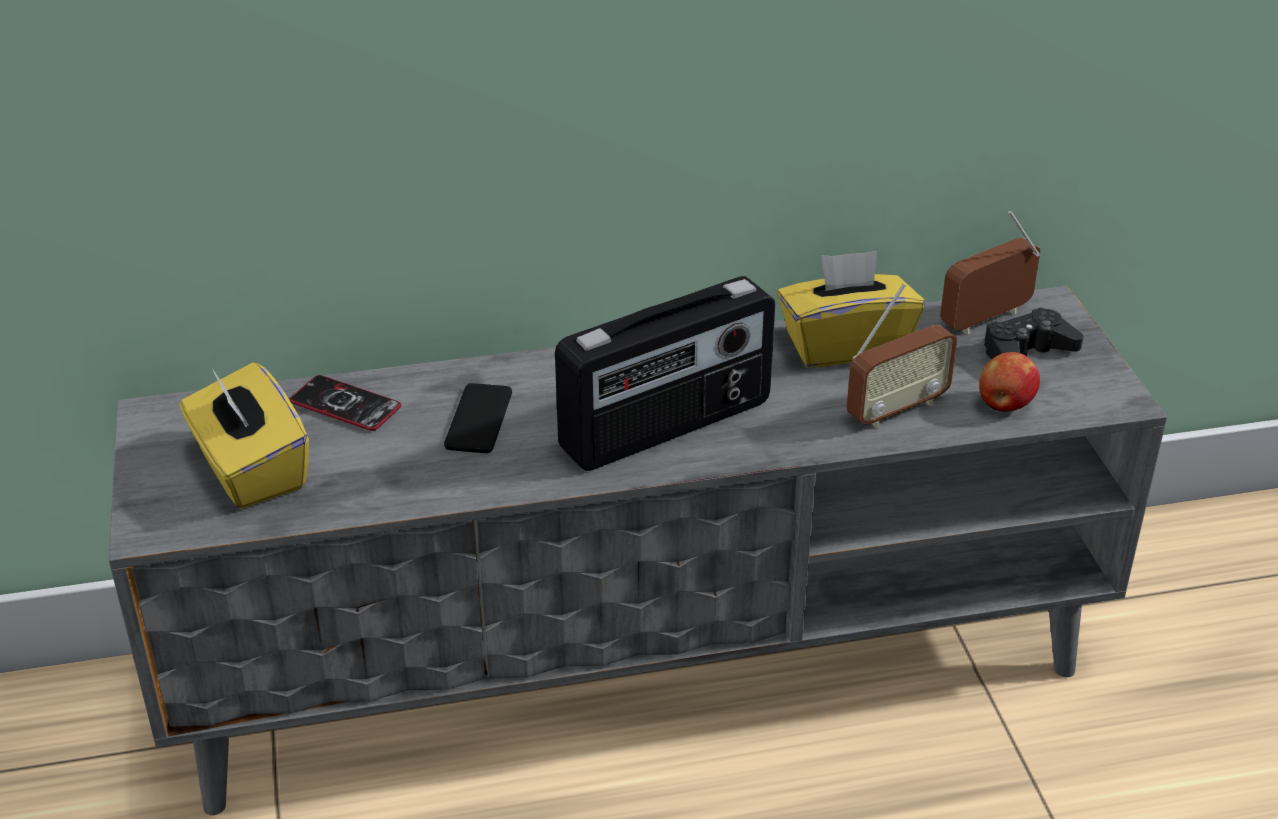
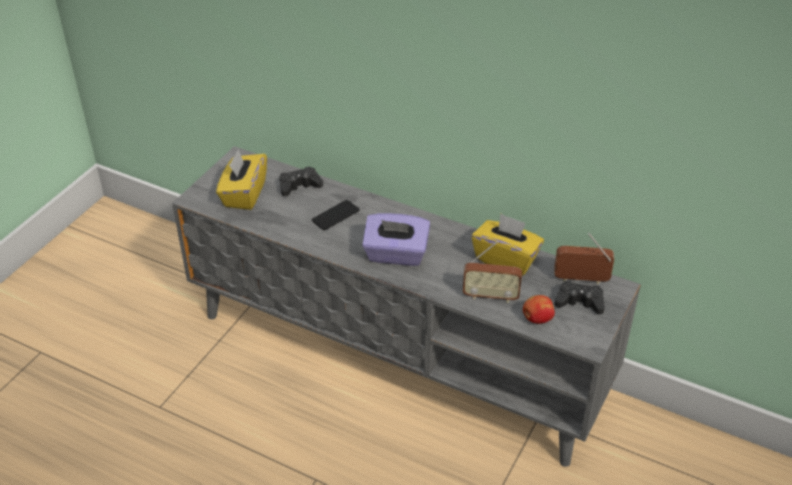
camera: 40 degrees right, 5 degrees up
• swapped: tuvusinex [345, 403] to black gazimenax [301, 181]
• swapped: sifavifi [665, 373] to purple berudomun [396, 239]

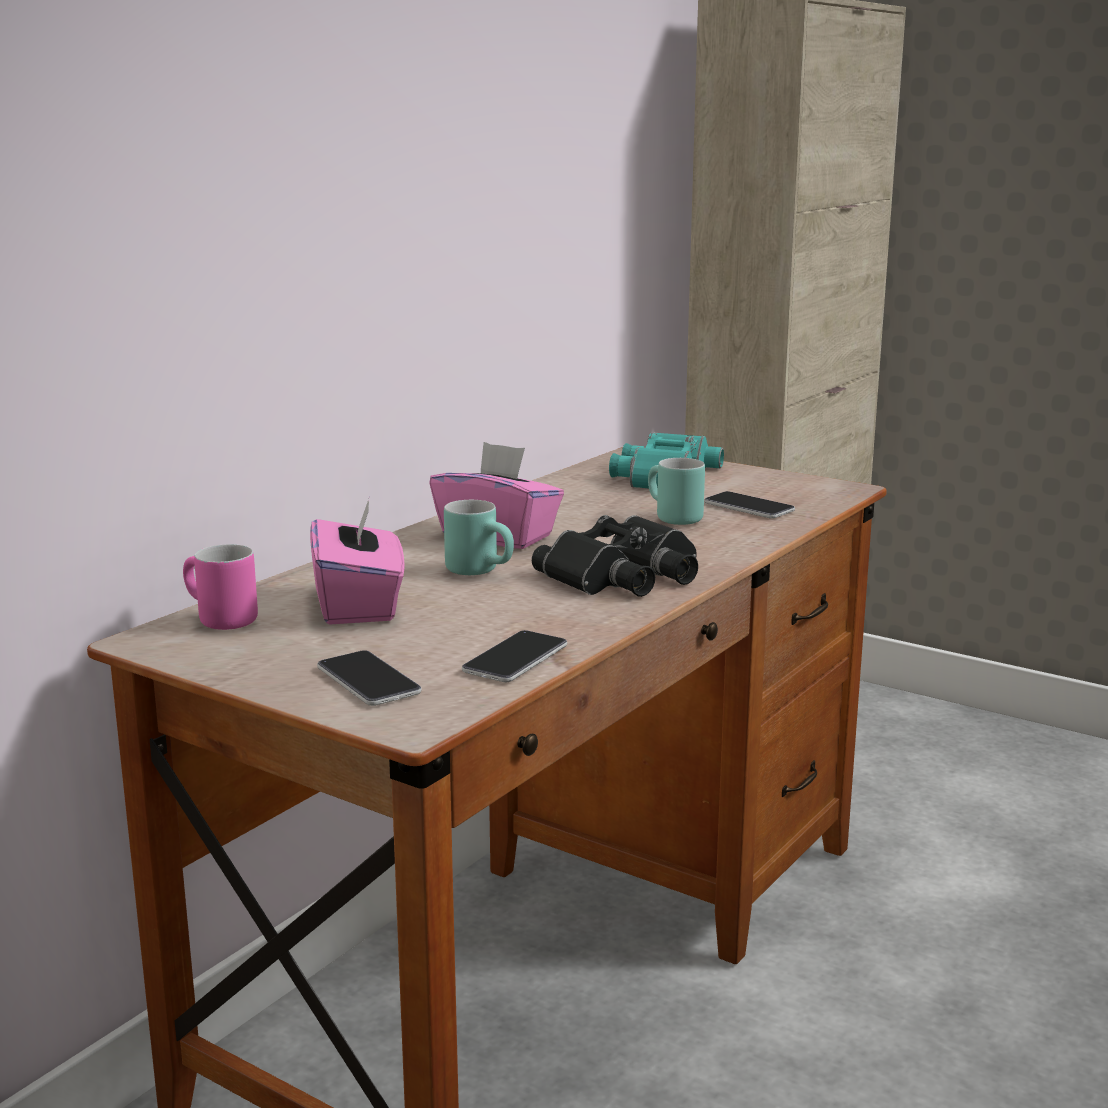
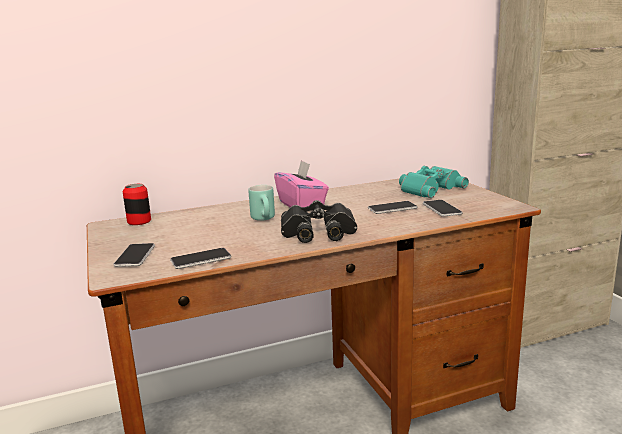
camera: 35 degrees right, 0 degrees up
• gone: pink berudomun [357, 560]
• swapped: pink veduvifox [220, 587] to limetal [136, 204]
• swapped: turquoise veduvifox [676, 491] to tuvusinex [392, 207]

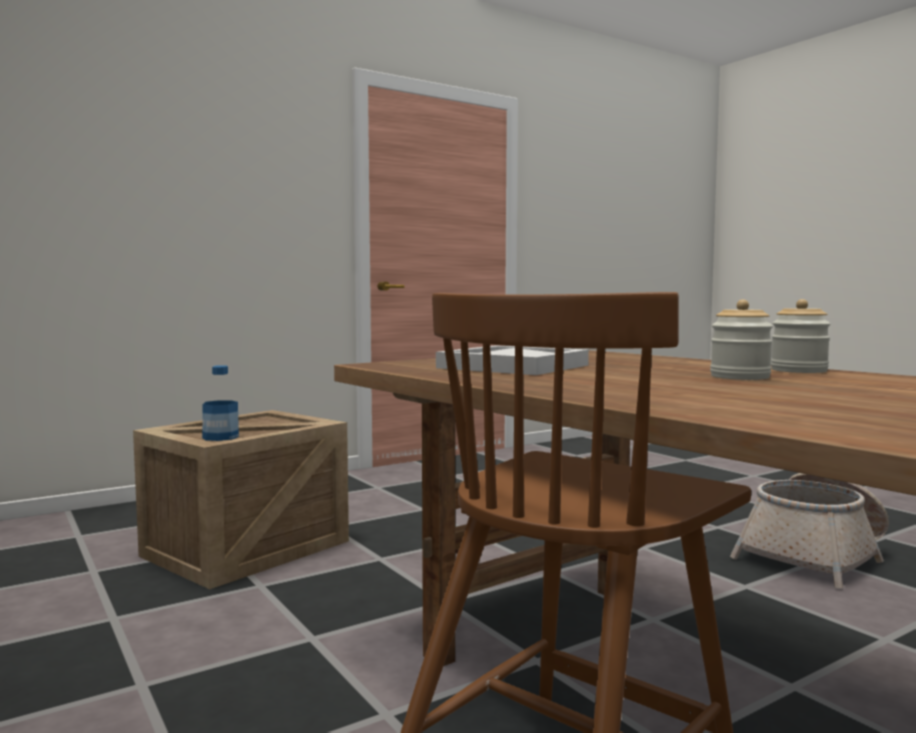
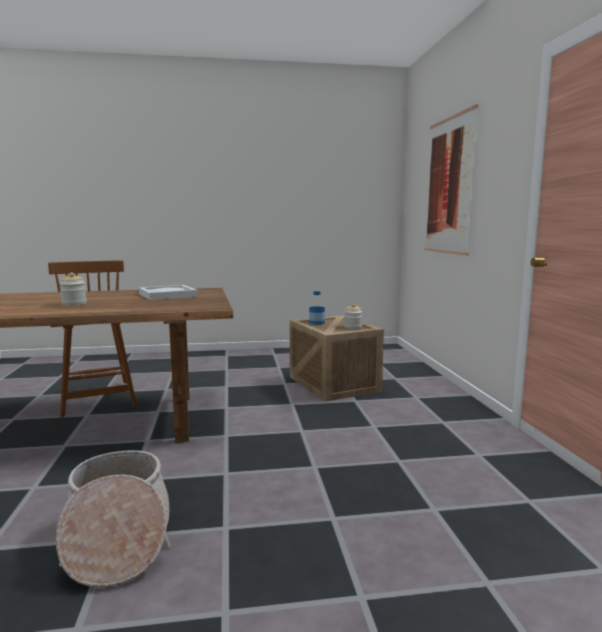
camera: 115 degrees right, 5 degrees up
• new: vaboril [451, 180]
• shifted: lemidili [801, 336] to [353, 316]

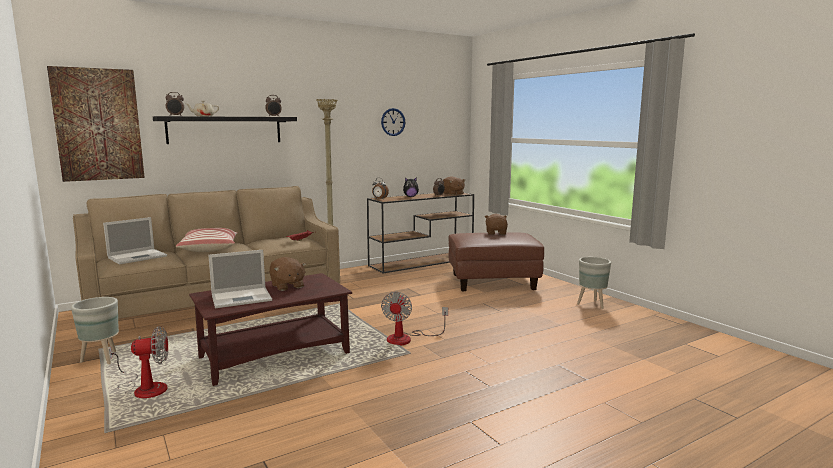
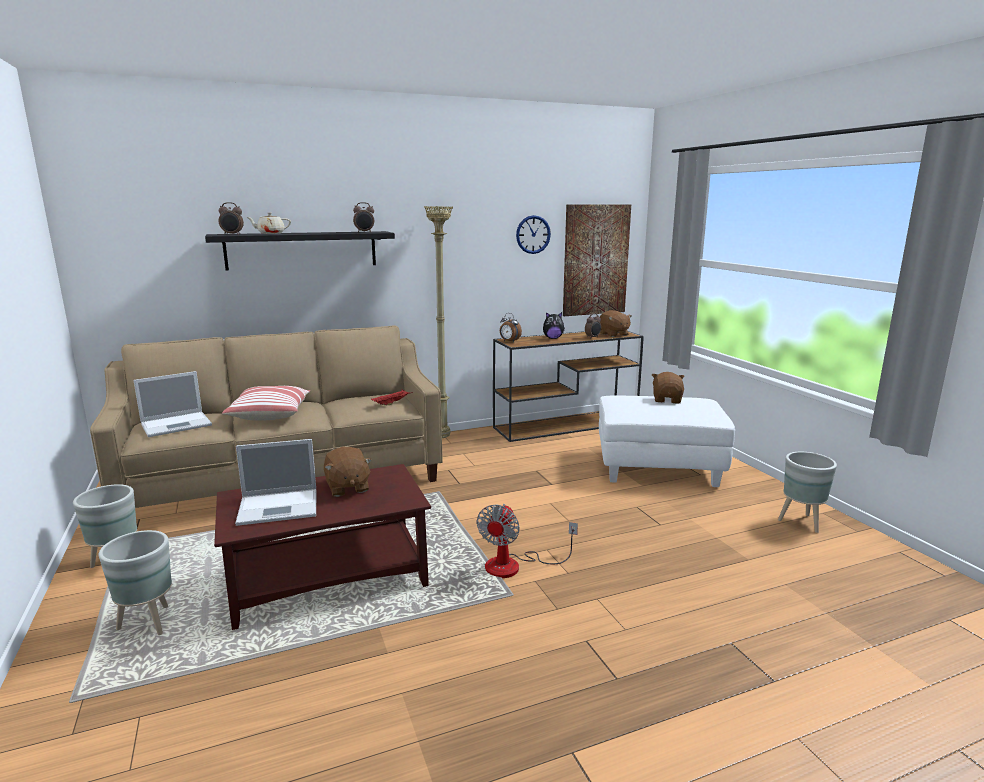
camera: 10 degrees right, 5 degrees up
• shifted: vaboril [96, 124] to [597, 260]
• swapped: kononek [138, 362] to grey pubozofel [135, 582]
• repainted: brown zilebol [496, 262] to white zilebol [667, 441]

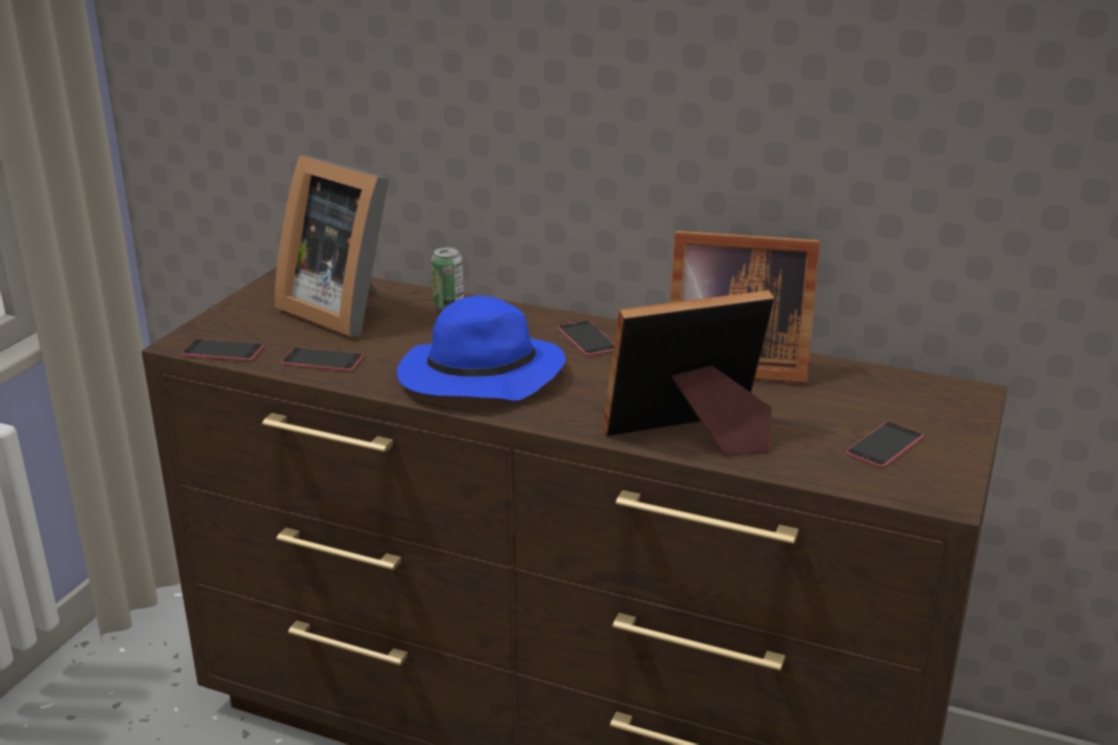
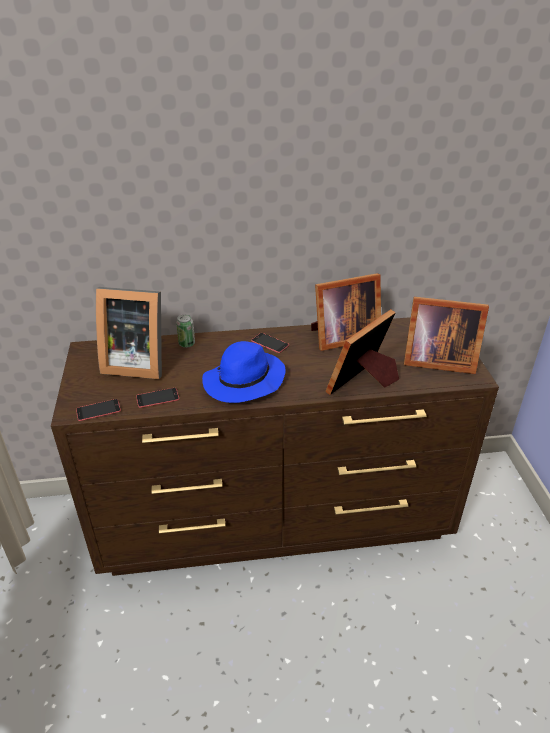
camera: 30 degrees left, 10 degrees up
• swapped: tuvusinex [884, 445] to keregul [446, 335]

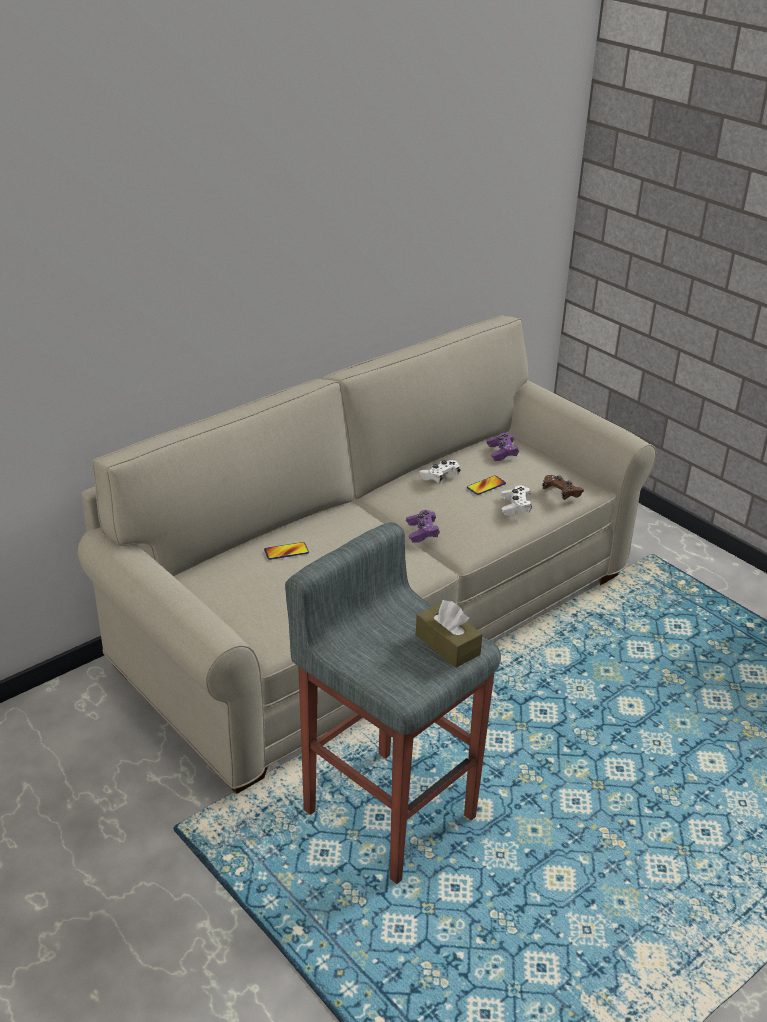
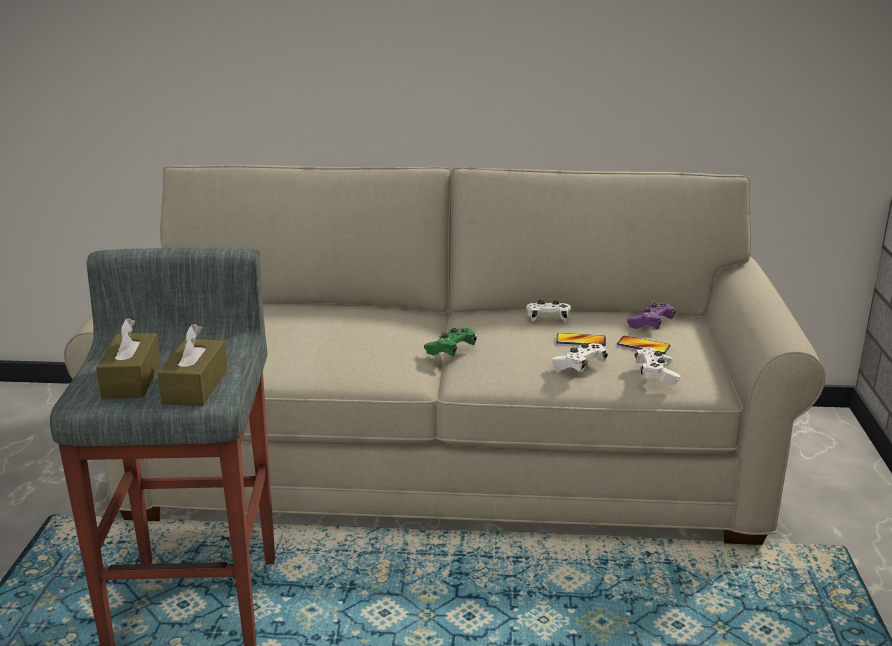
camera: 45 degrees right, 10 degrees down
• new: brown berudomun [128, 358]
• shifted: tuvusinex [286, 551] to [643, 345]
• repainted: purple gazimenax [423, 526] to green gazimenax [450, 342]
• repainted: brown gazimenax [563, 487] to white gazimenax [657, 366]

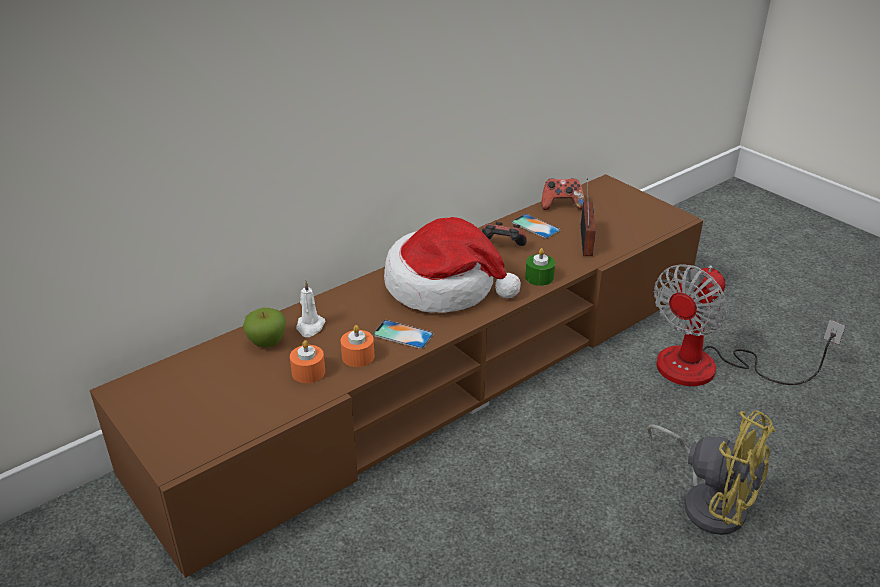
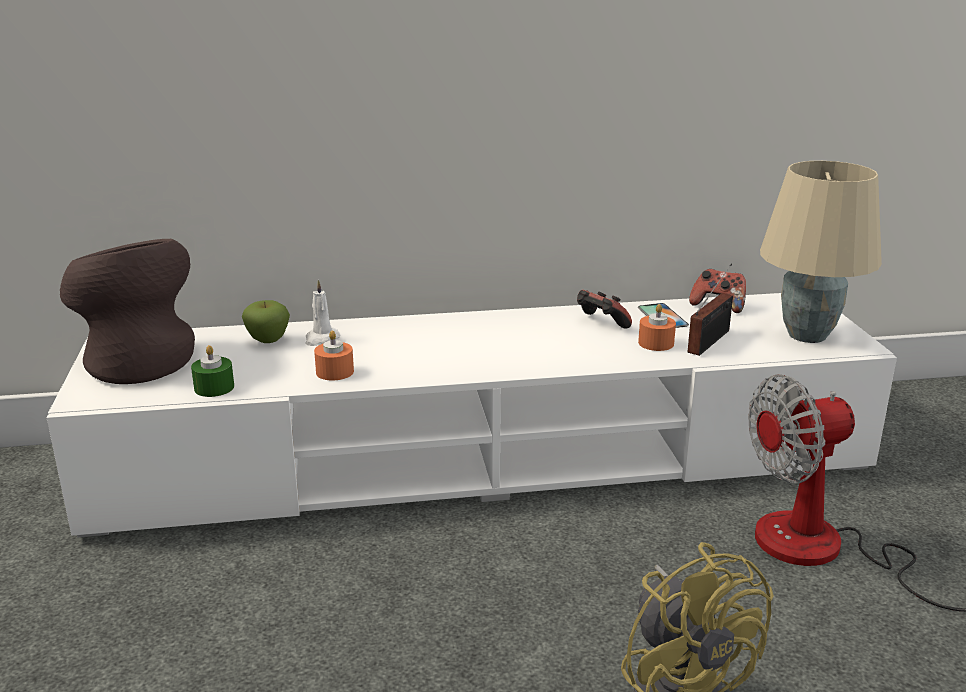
camera: 30 degrees right, 10 degrees down
• gone: tuvusinex [403, 334]
• gone: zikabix [452, 265]
• new: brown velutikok [127, 311]
• new: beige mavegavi [821, 252]
• shifted: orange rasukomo [307, 361] to [657, 327]
• shifted: green rasukomo [540, 267] to [212, 371]
• repainted: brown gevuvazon [396, 376] to white gevuvazon [472, 415]

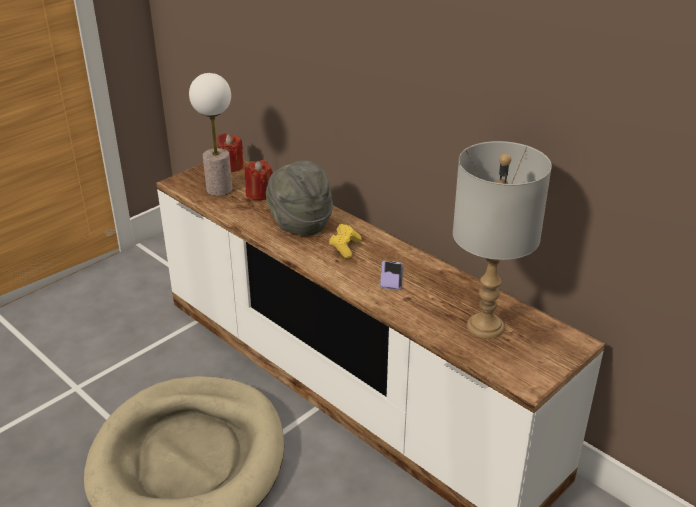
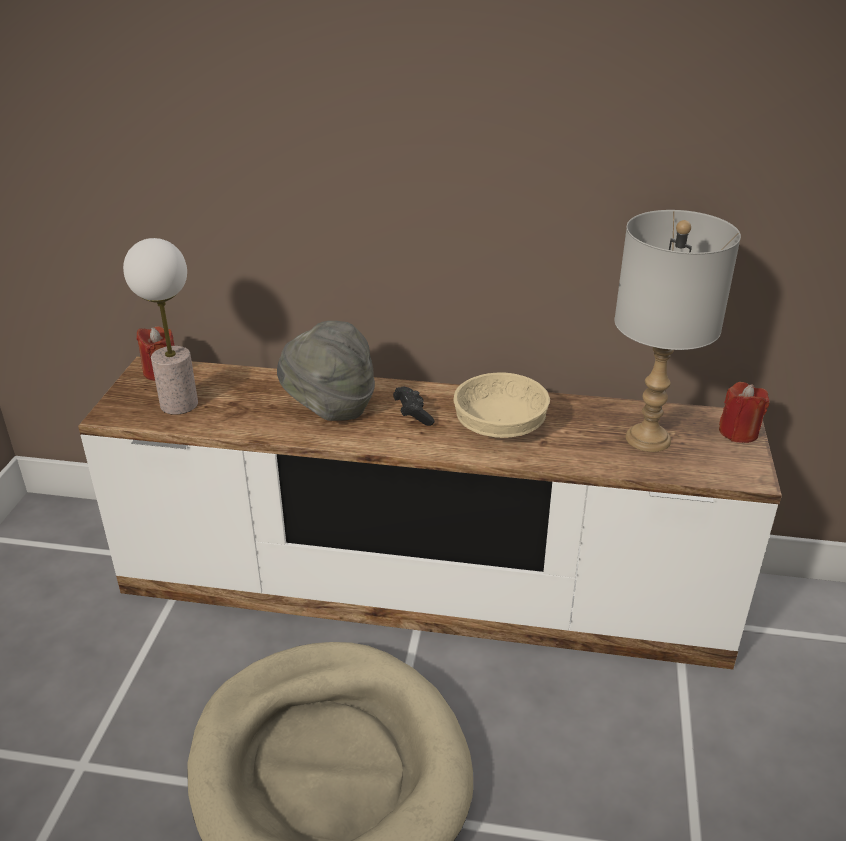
camera: 35 degrees left, 0 degrees up
• shifted: red rasukomo [259, 180] to [744, 412]
• swapped: tuvusinex [391, 275] to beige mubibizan [501, 405]
• repainted: yellow gazimenax [345, 241] to black gazimenax [414, 406]

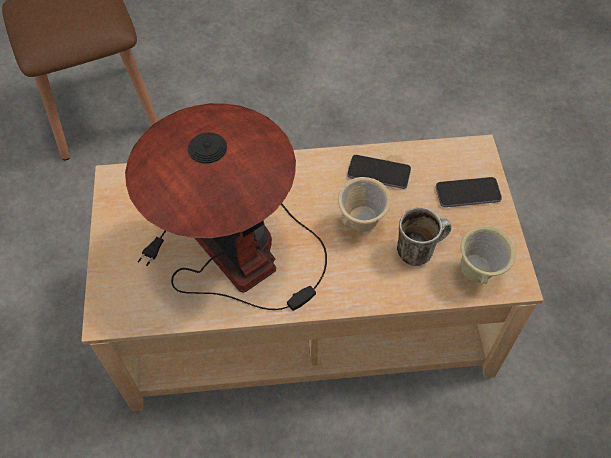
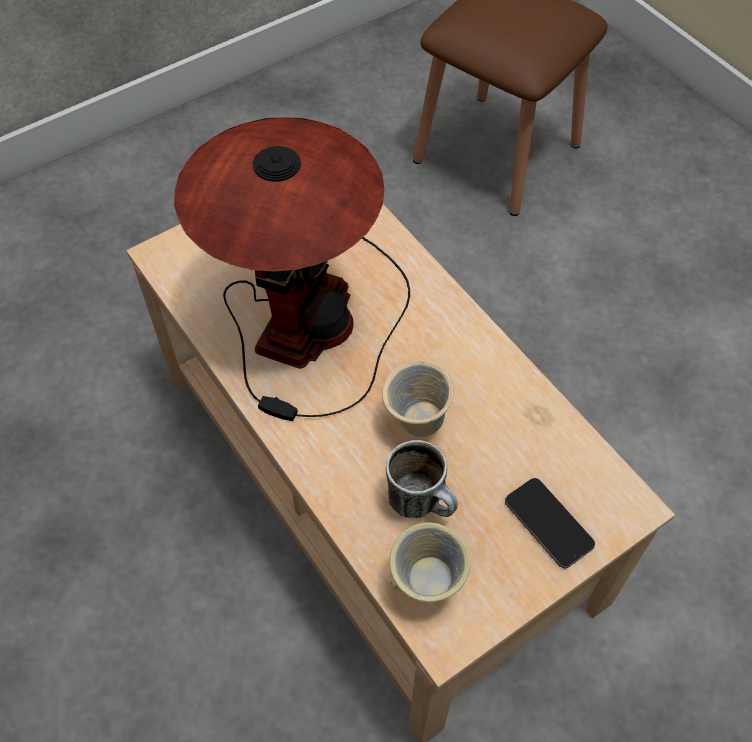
camera: 60 degrees right, 0 degrees up
• gone: tuvusinex [379, 172]

